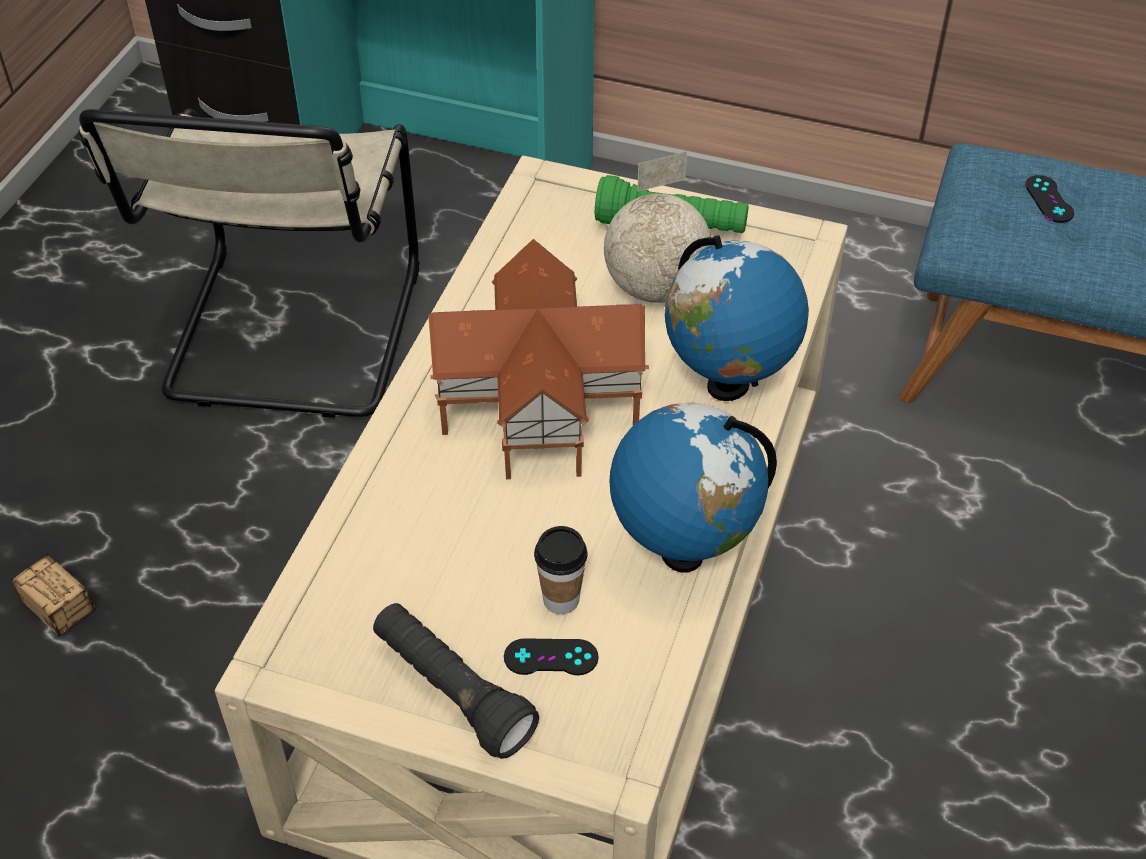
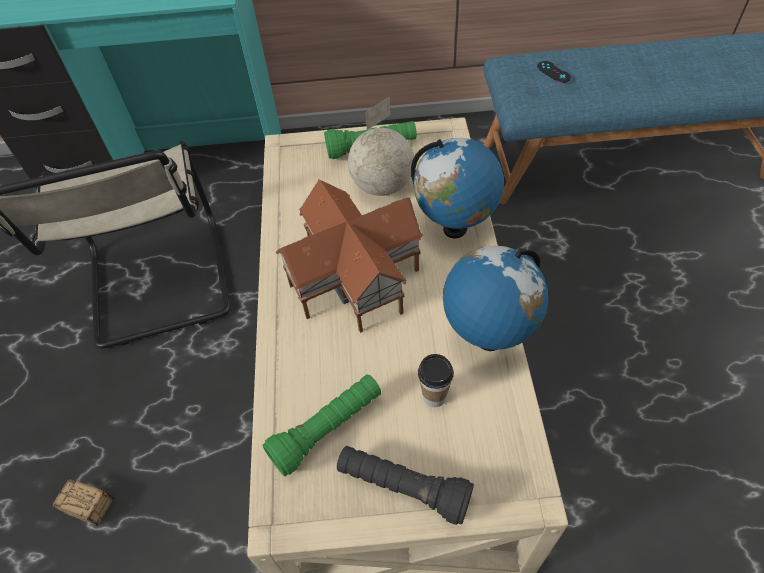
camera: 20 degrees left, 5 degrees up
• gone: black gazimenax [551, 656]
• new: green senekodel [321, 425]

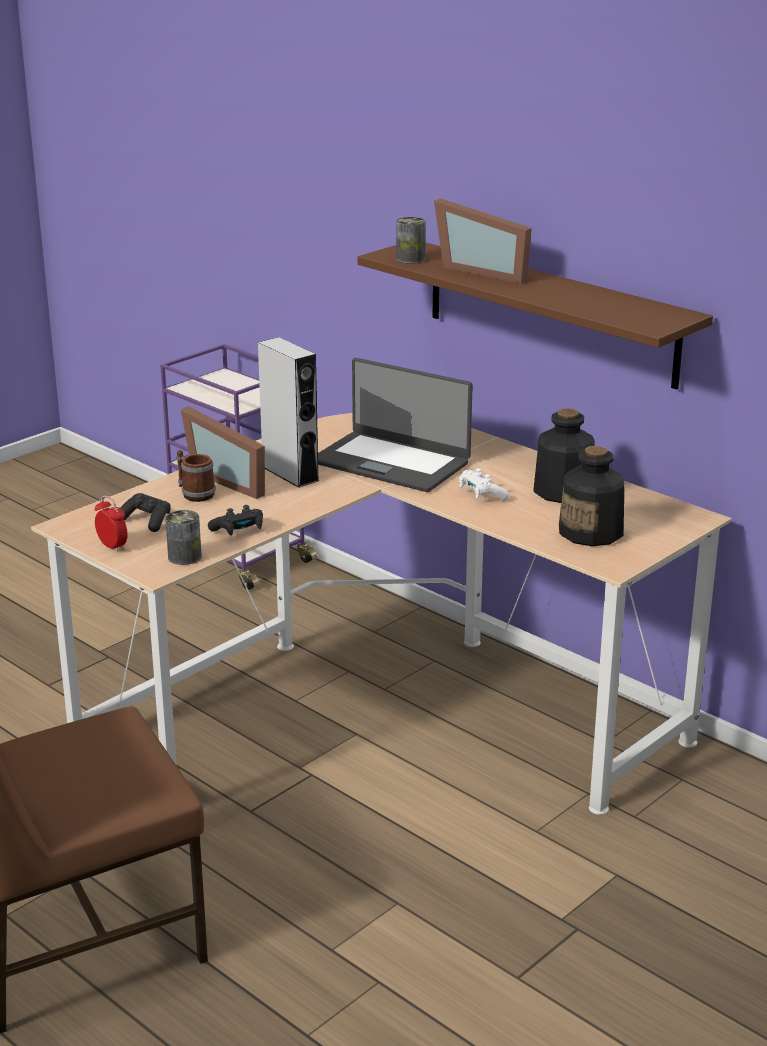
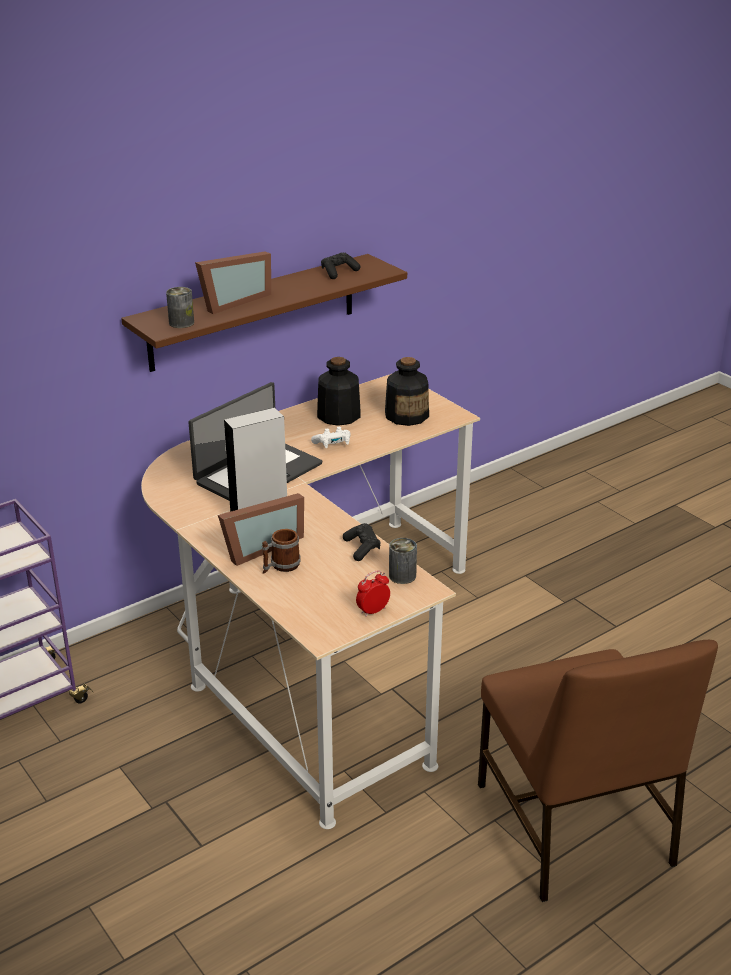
camera: 80 degrees left, 5 degrees up
• shifted: black gazimenax [145, 512] to [340, 266]

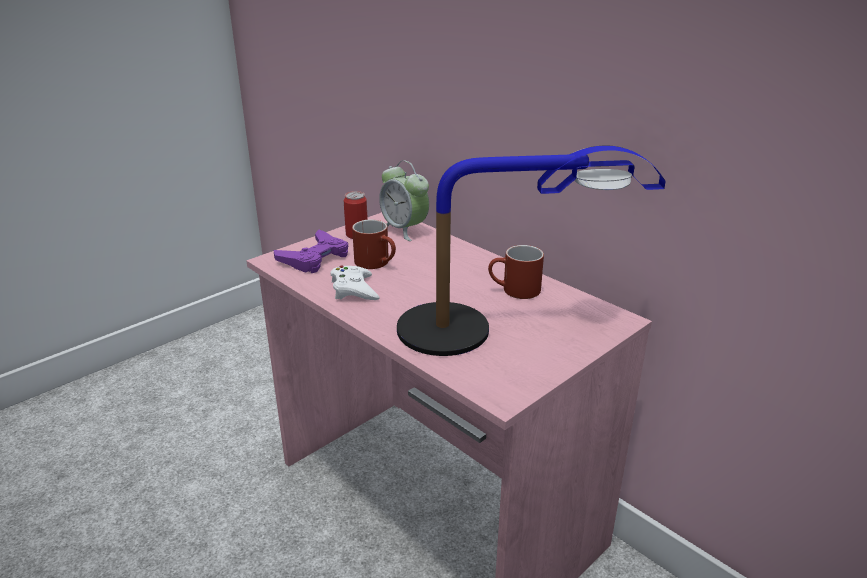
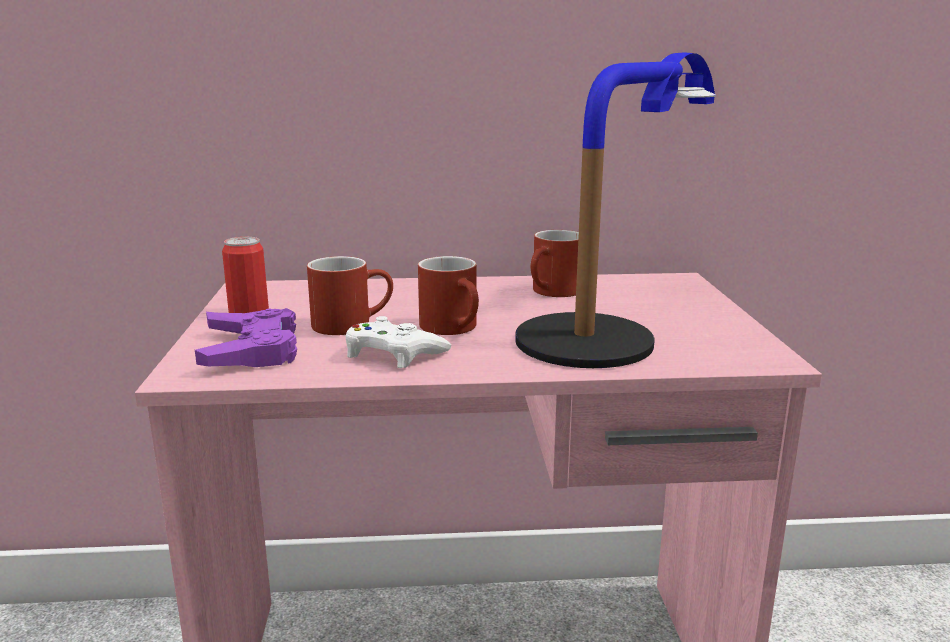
camera: 50 degrees left, 10 degrees down
• gone: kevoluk [404, 200]
• new: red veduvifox [448, 295]

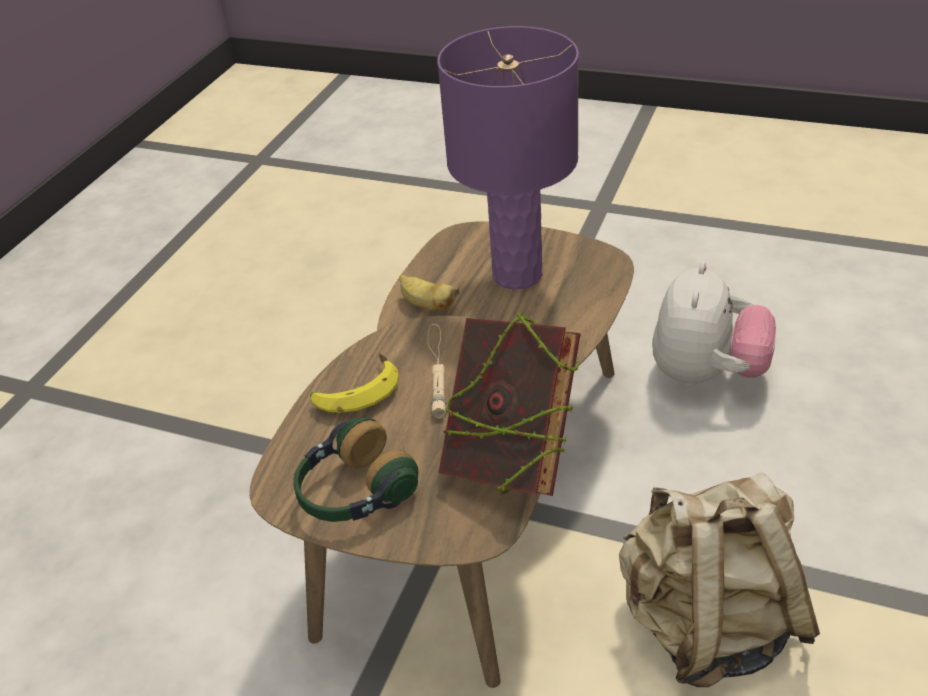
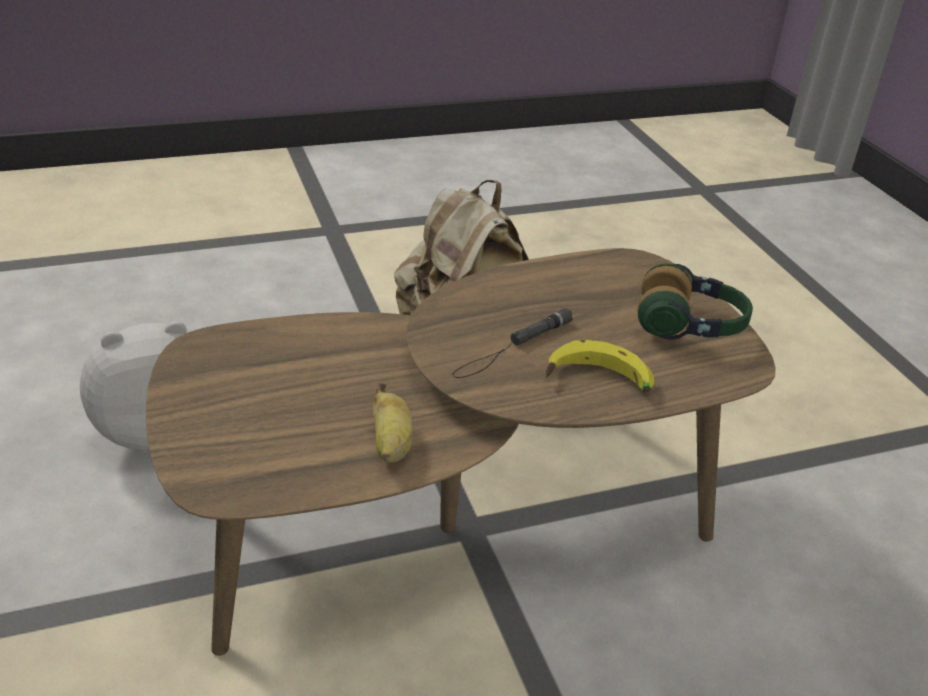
camera: 135 degrees left, 5 degrees down
• gone: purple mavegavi [508, 158]
• gone: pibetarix [509, 404]
• repainted: beige senekodel [437, 371] to black senekodel [512, 343]

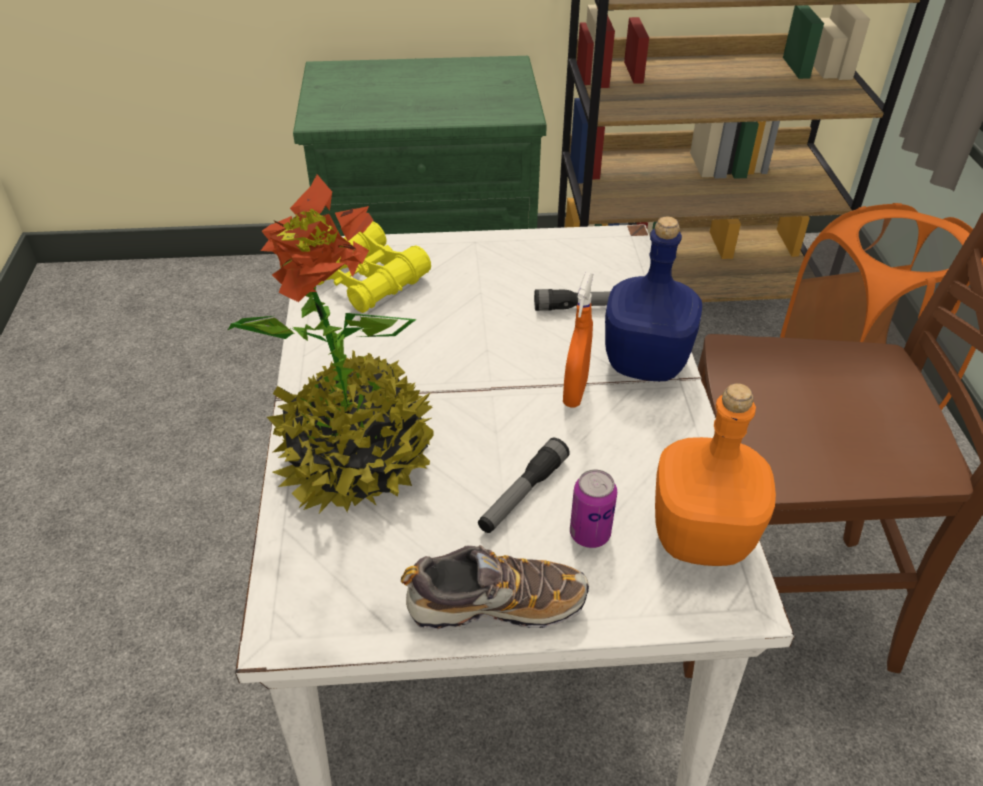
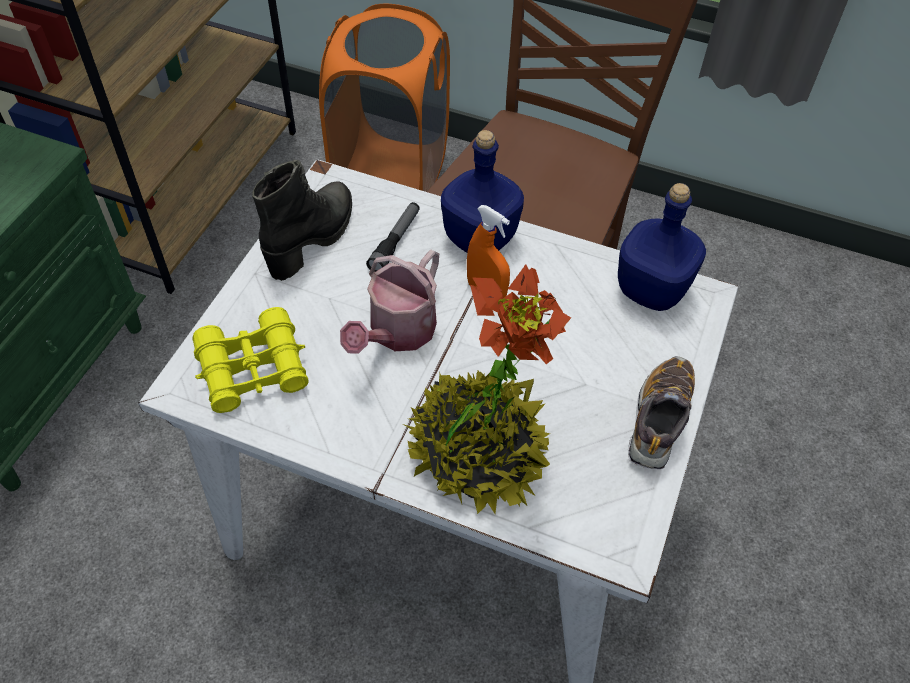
camera: 65 degrees left, 10 degrees up
• gone: senekodel [524, 485]
• gone: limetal [593, 509]
• new: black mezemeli [302, 220]
• new: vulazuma [389, 302]
• repainted: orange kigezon [715, 474] to blue kigezon [662, 247]

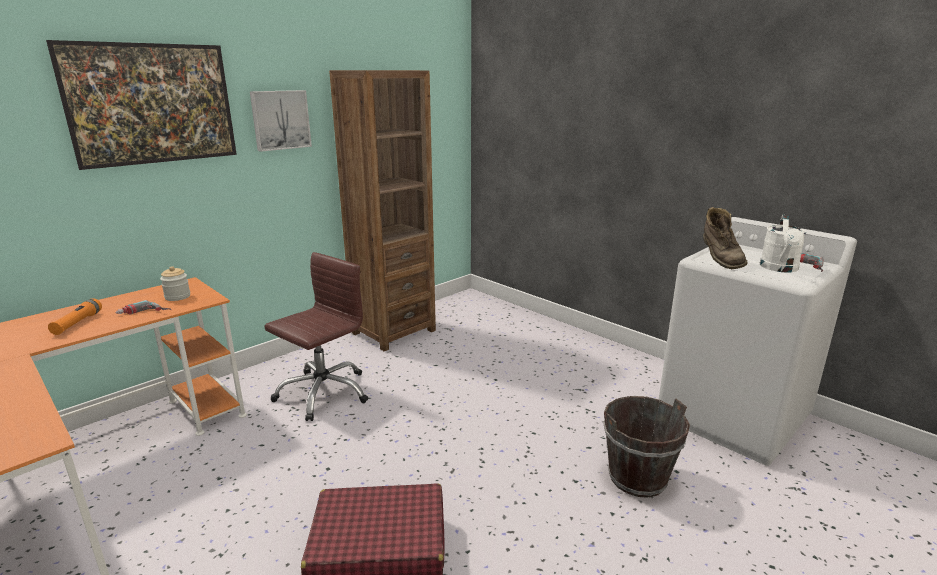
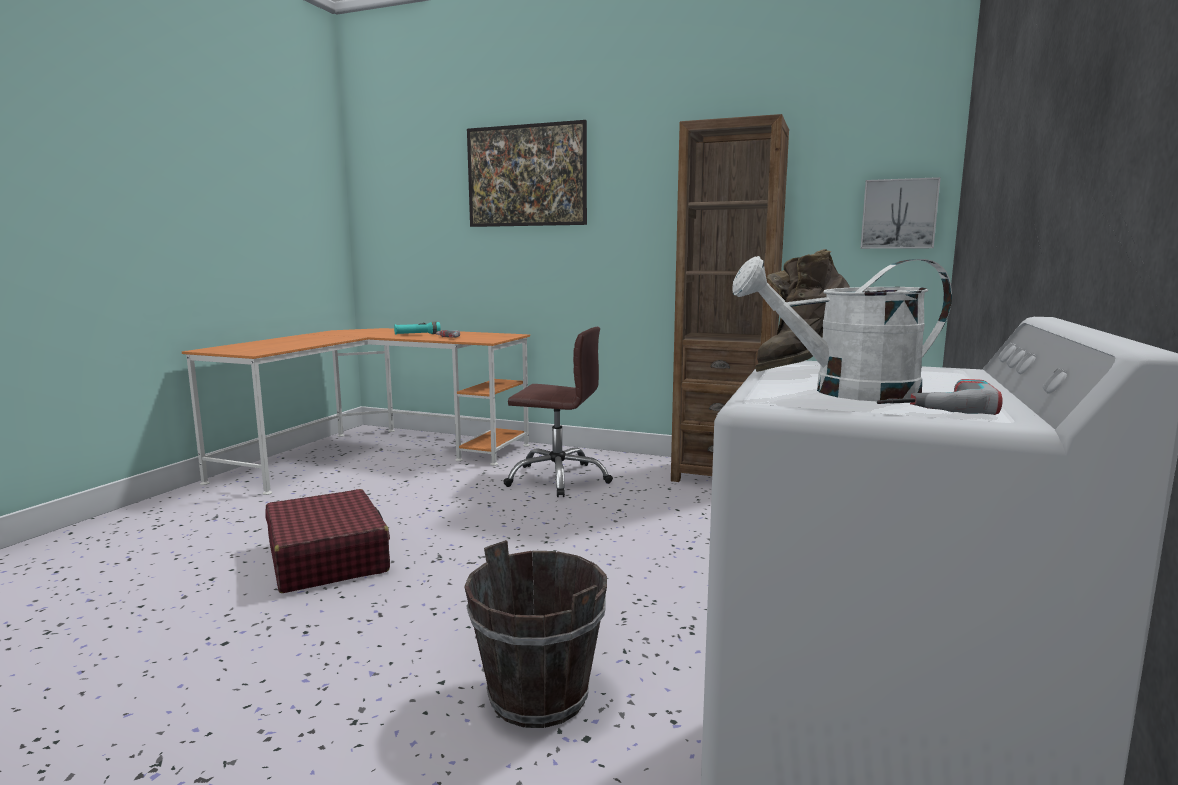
camera: 65 degrees right, 10 degrees down
• gone: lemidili [175, 283]
• shifted: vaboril [281, 121] to [900, 213]
• repainted: orange senekodel [75, 316] to turquoise senekodel [417, 328]

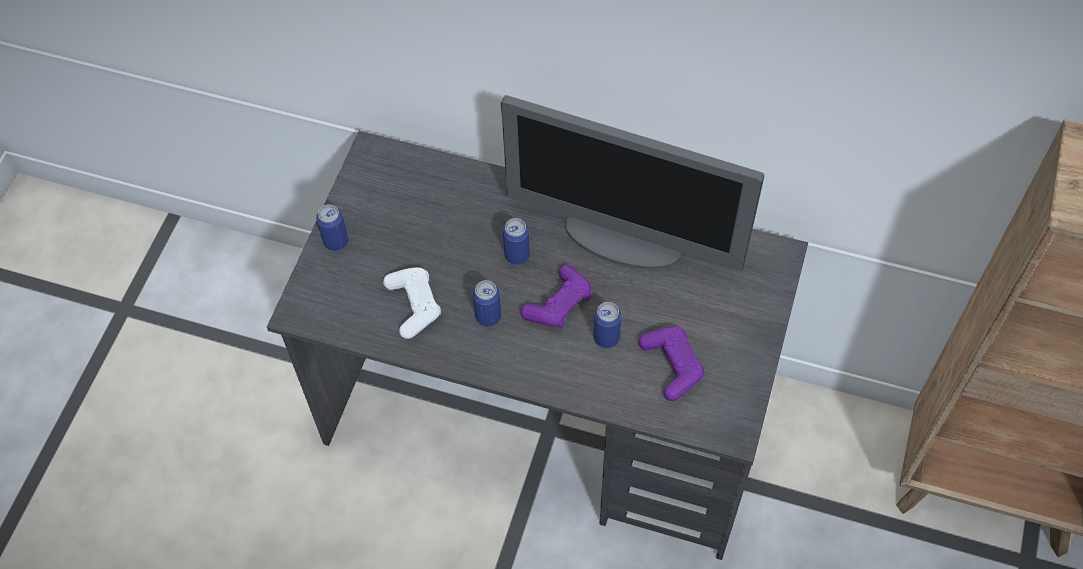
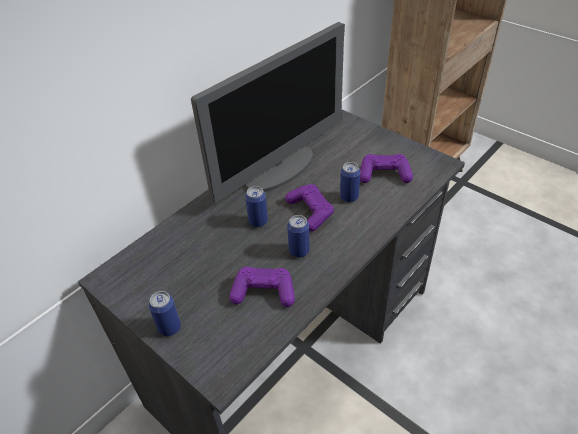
camera: 65 degrees left, 15 degrees down
• repainted: white gazimenax [412, 303] to purple gazimenax [262, 286]

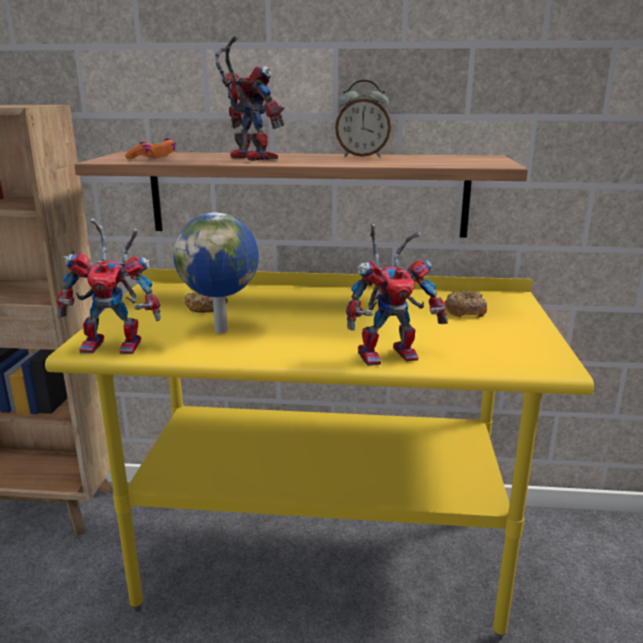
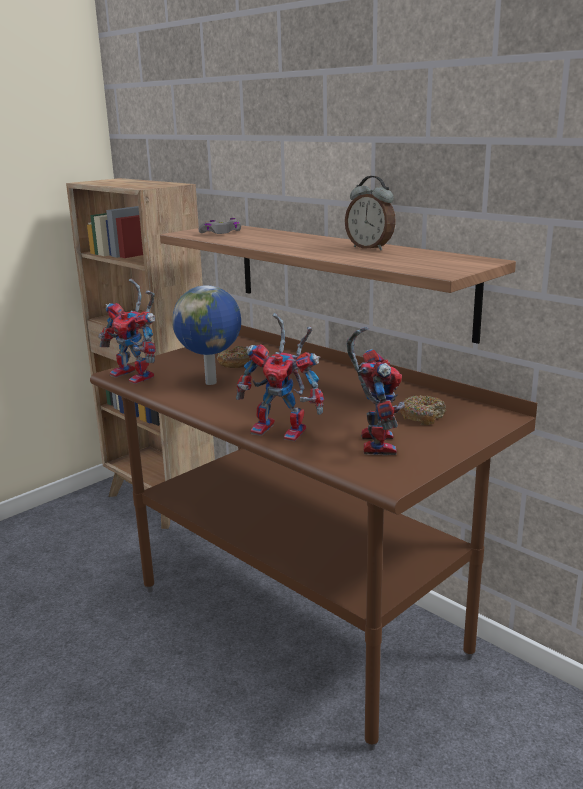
camera: 40 degrees right, 0 degrees up
• shifted: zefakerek [250, 98] to [376, 390]
• repainted: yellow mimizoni [319, 454] to brown mimizoni [313, 537]
• repainted: orange gazimenax [151, 148] to grey gazimenax [220, 226]

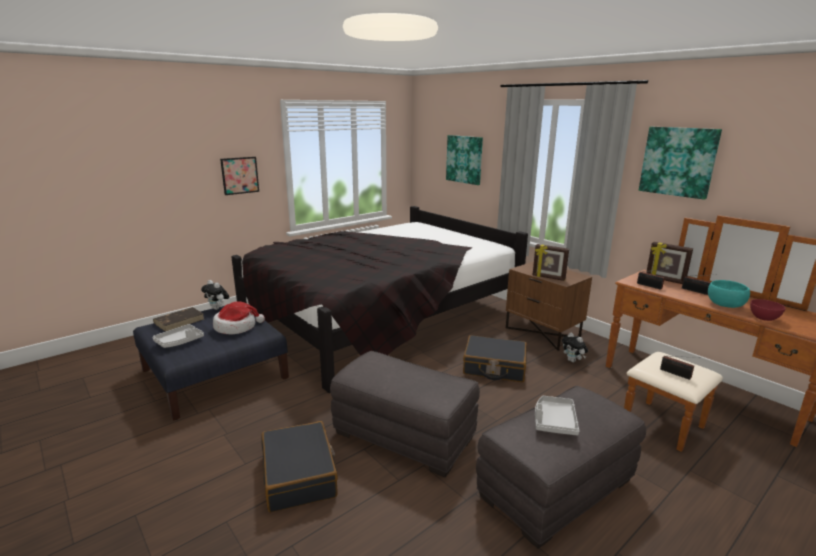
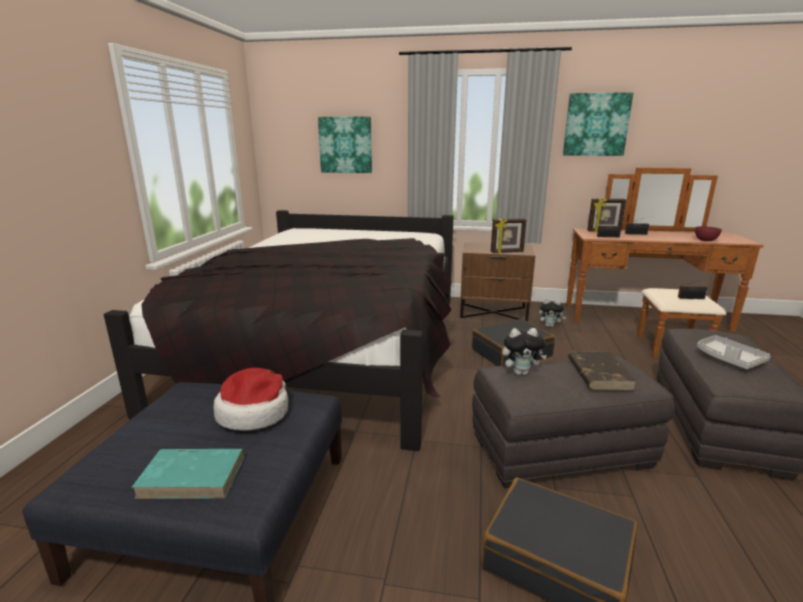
camera: 40 degrees left, 0 degrees up
• gone: vaboril [239, 176]
• gone: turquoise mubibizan [729, 294]
• shifted: brown pibetarix [178, 319] to [602, 371]
• shifted: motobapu [215, 295] to [524, 351]
• swapped: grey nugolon [178, 336] to turquoise pibetarix [188, 474]

